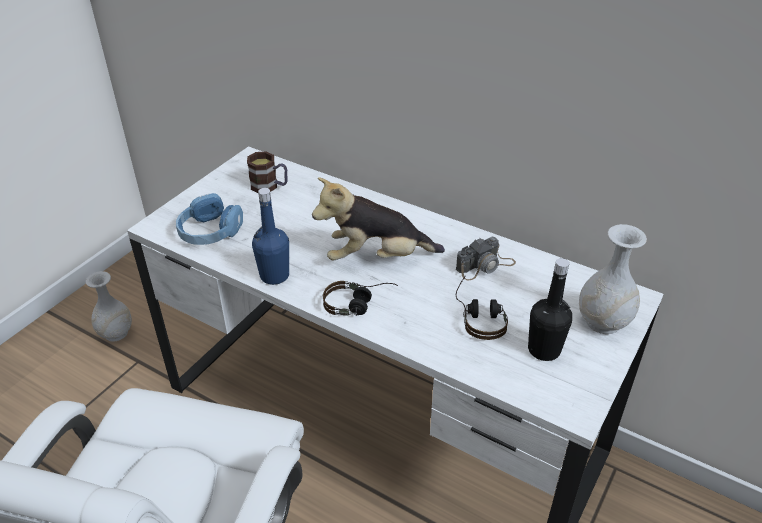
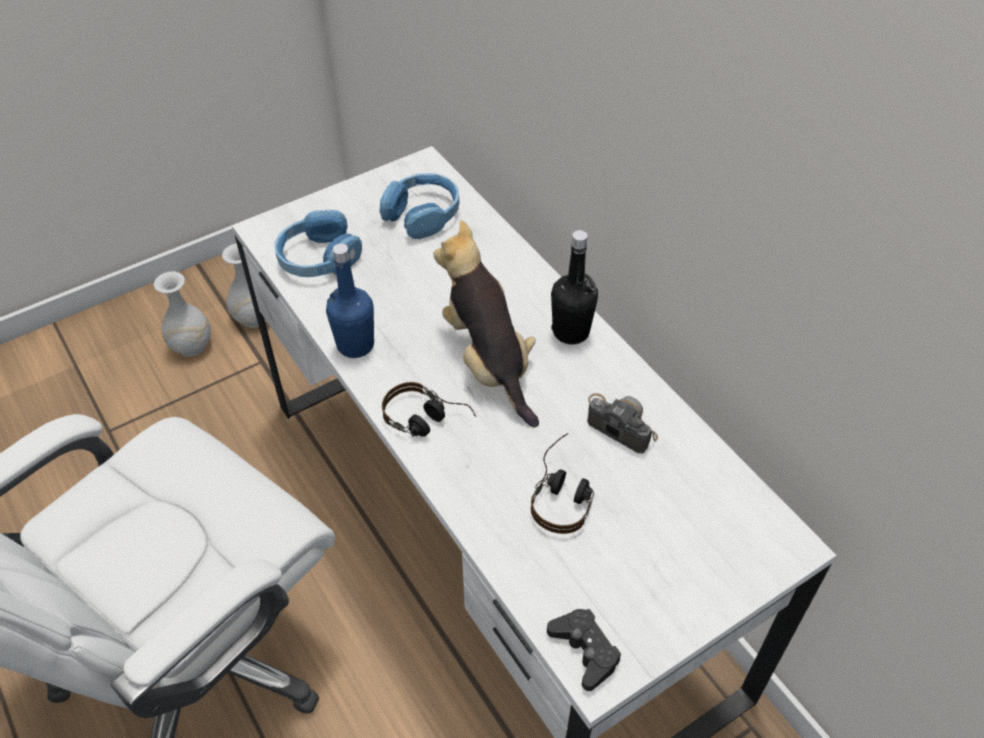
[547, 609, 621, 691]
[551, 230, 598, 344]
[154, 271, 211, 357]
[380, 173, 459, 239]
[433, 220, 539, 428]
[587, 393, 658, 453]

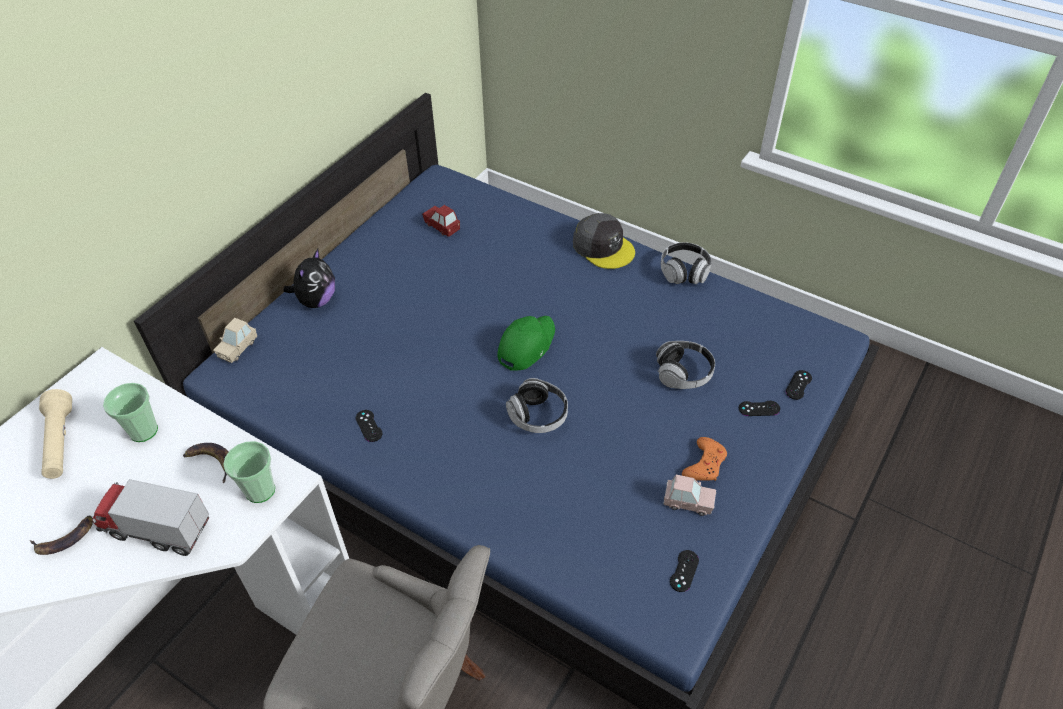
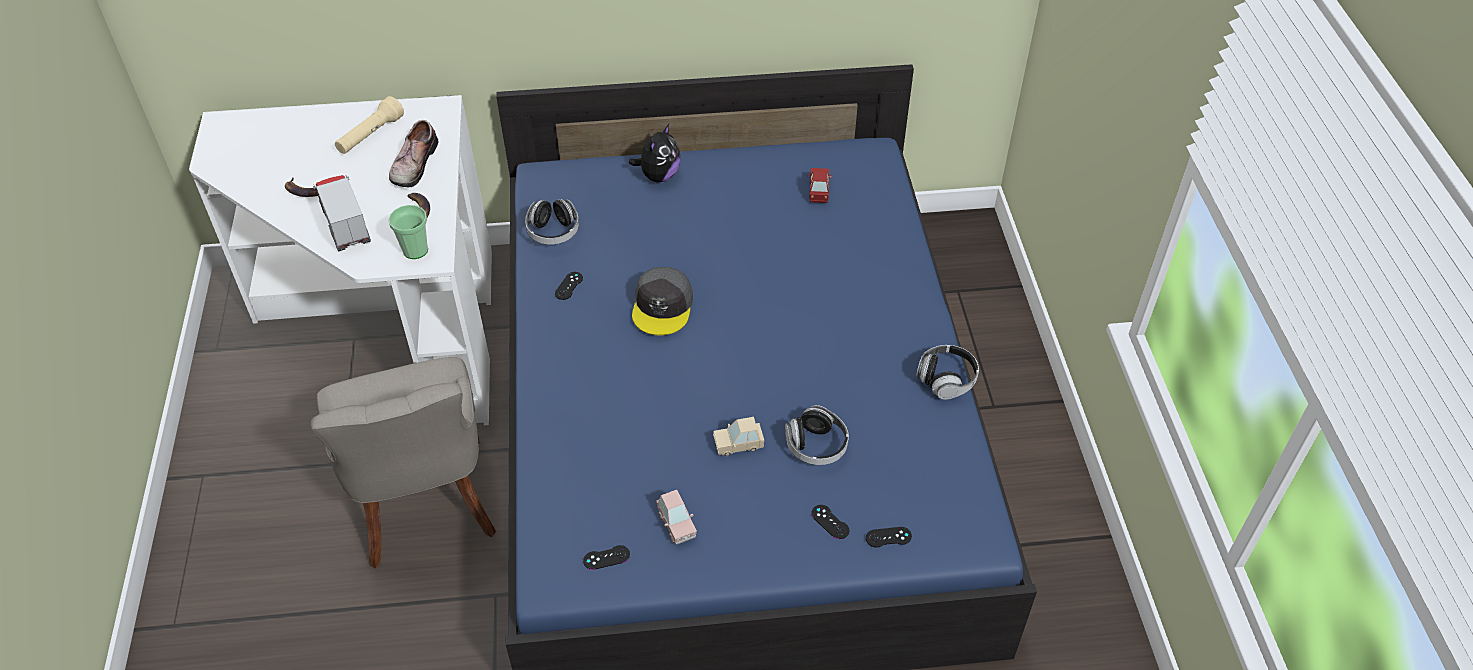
[497, 316, 555, 371] (first image)
[682, 437, 727, 481] (first image)
[713, 417, 764, 456]
[525, 199, 579, 245]
[632, 267, 693, 335]
[389, 120, 438, 187]
[629, 124, 680, 182]

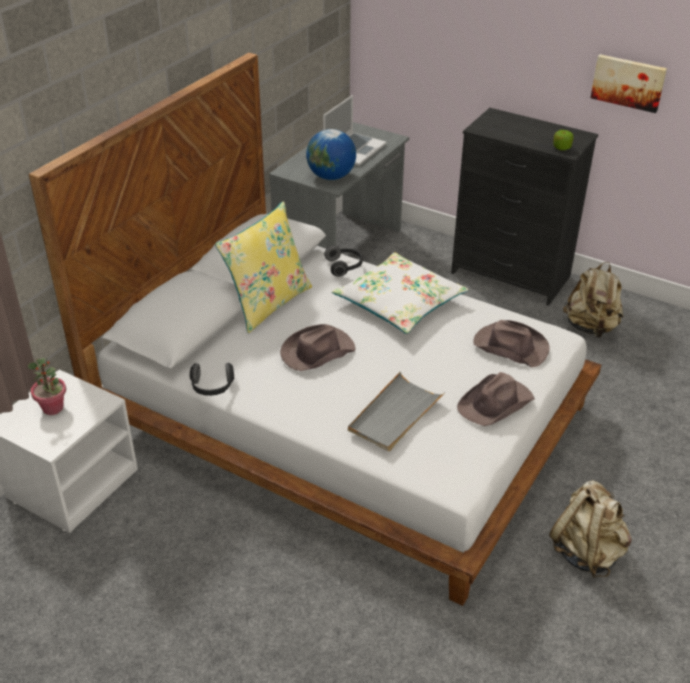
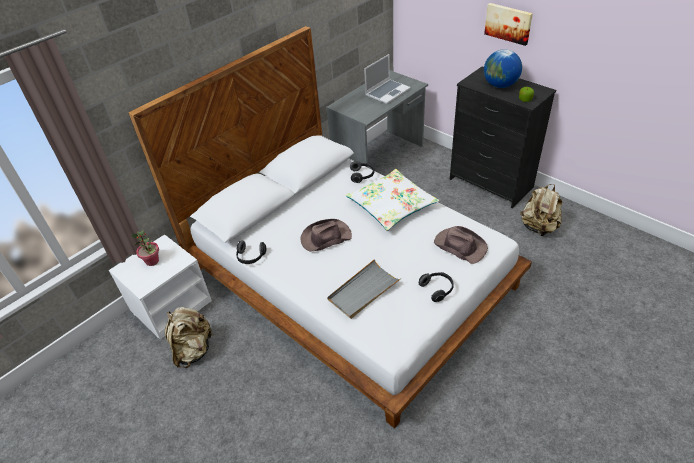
[215, 201, 312, 333] (first image)
[484, 49, 522, 88]
[165, 307, 214, 368]
[484, 3, 533, 46]
[419, 272, 454, 302]

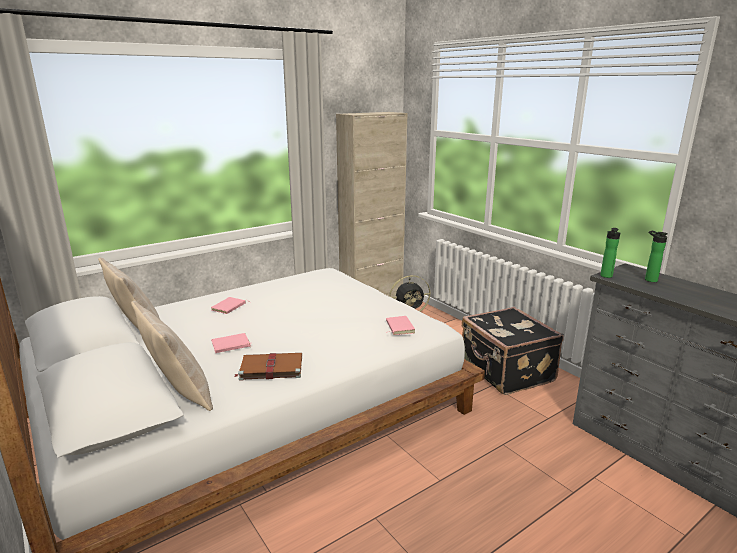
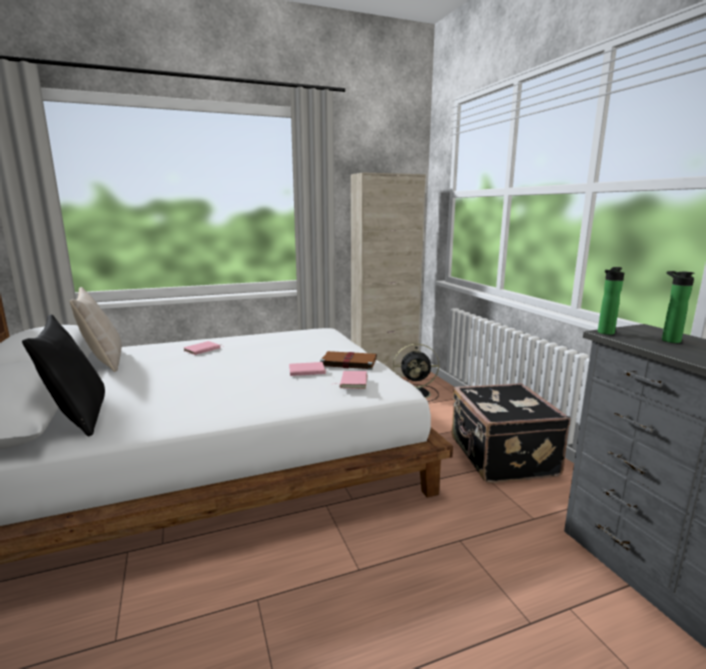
[289, 362, 326, 376]
[320, 351, 377, 370]
[22, 314, 105, 437]

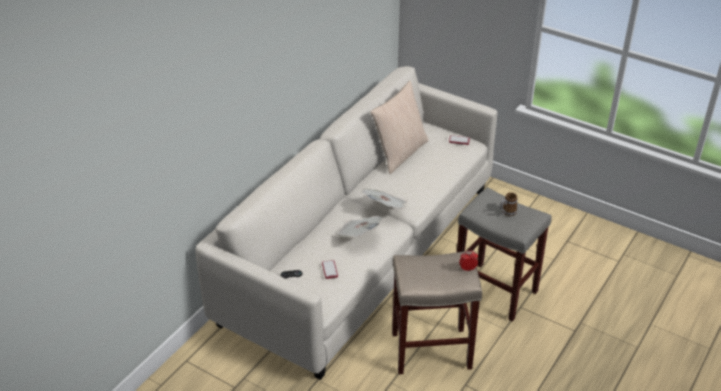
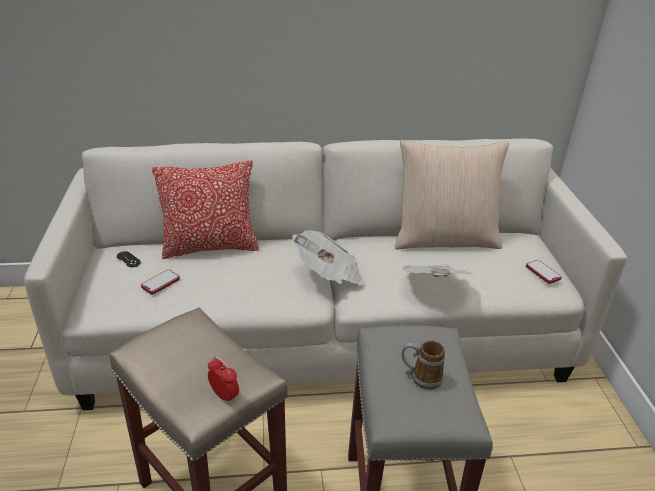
[152, 160, 259, 259]
[402, 264, 473, 277]

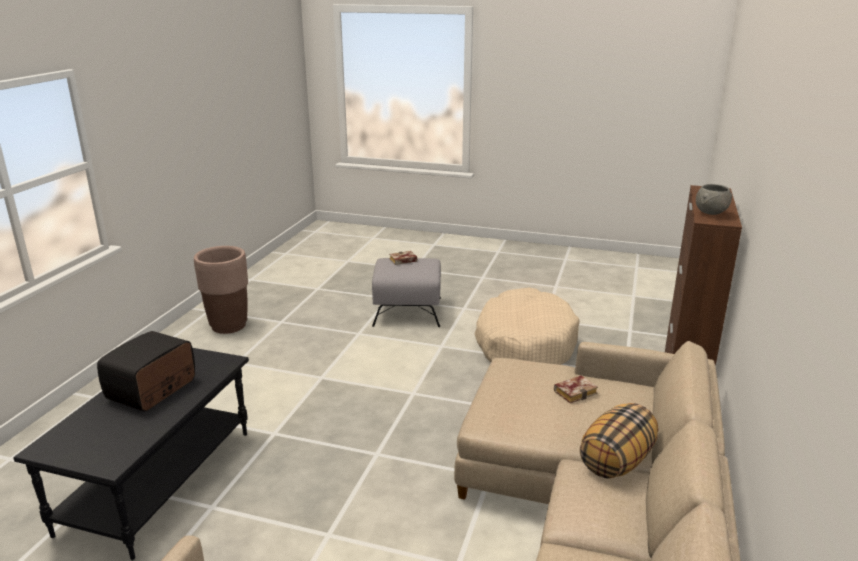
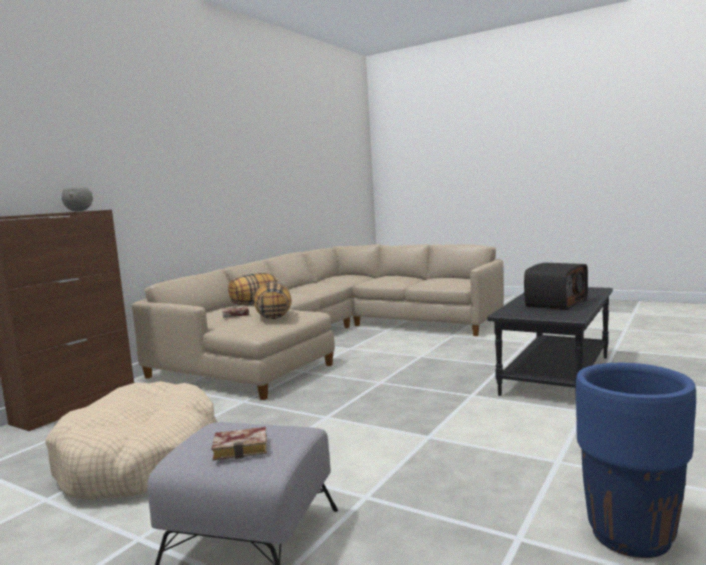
[254, 281, 291, 319]
[576, 363, 696, 558]

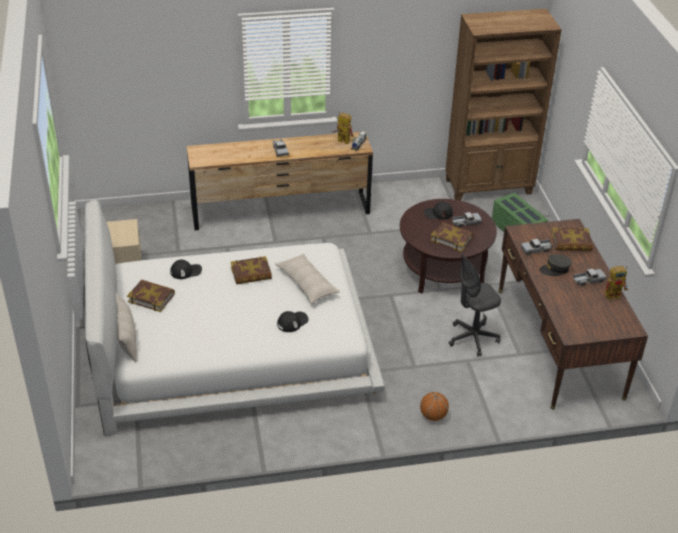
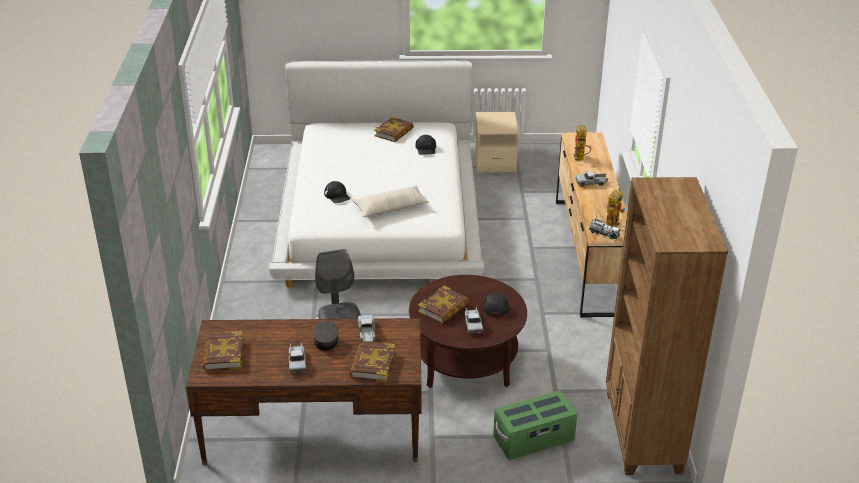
[116, 293, 137, 362] (first image)
[420, 392, 449, 421] (first image)
[203, 331, 243, 371]
[573, 126, 591, 161]

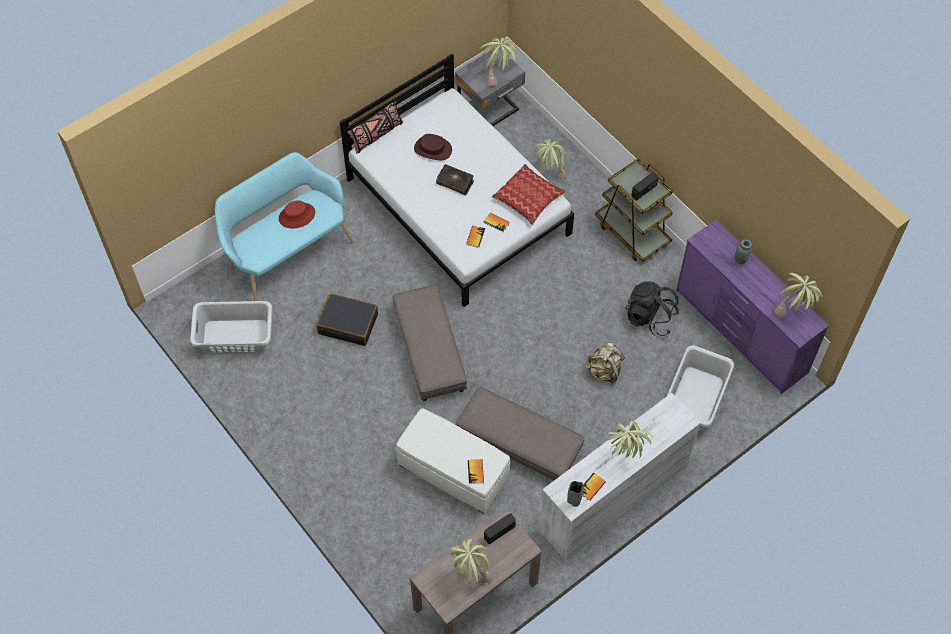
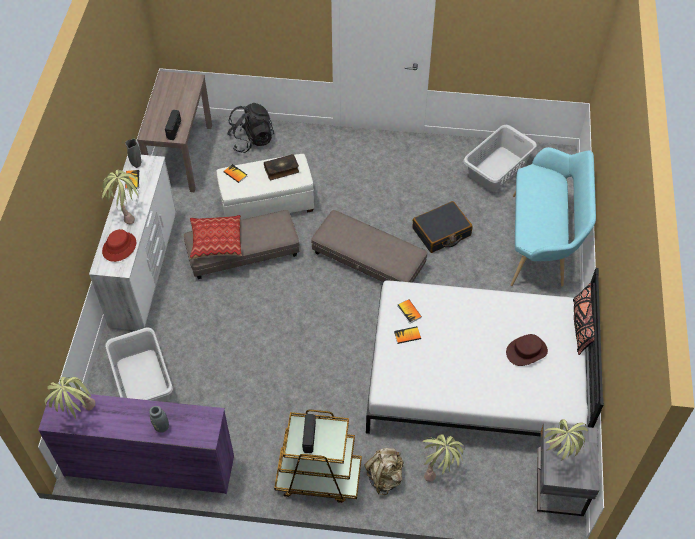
[451, 539, 492, 585] (first image)
[102, 229, 136, 262]
[264, 154, 299, 180]
[189, 215, 242, 260]
[364, 448, 403, 495]
[227, 103, 274, 153]

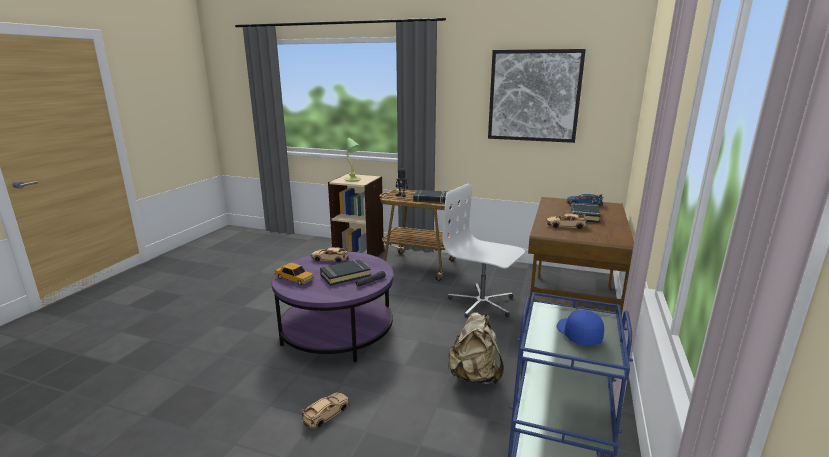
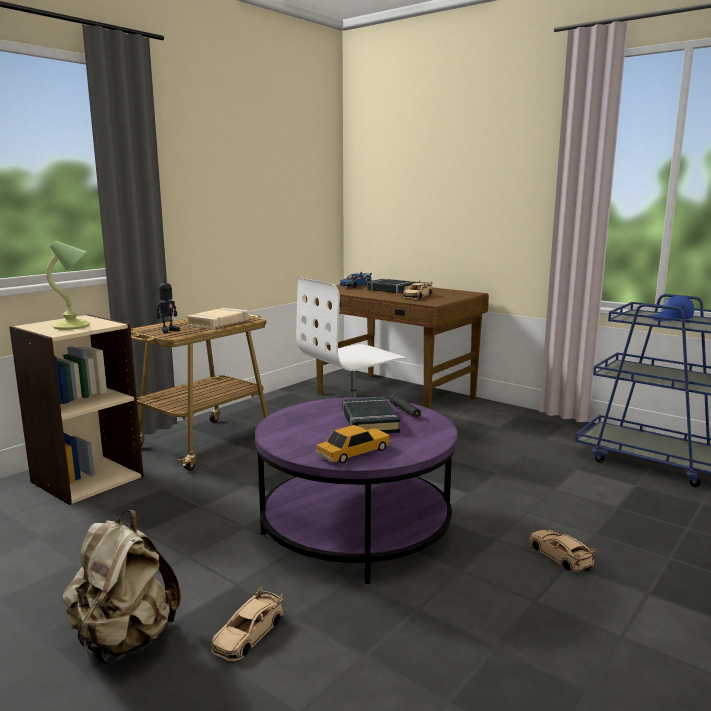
[488, 49, 586, 143] (first image)
[211, 586, 284, 661]
[62, 510, 181, 664]
[186, 308, 249, 329]

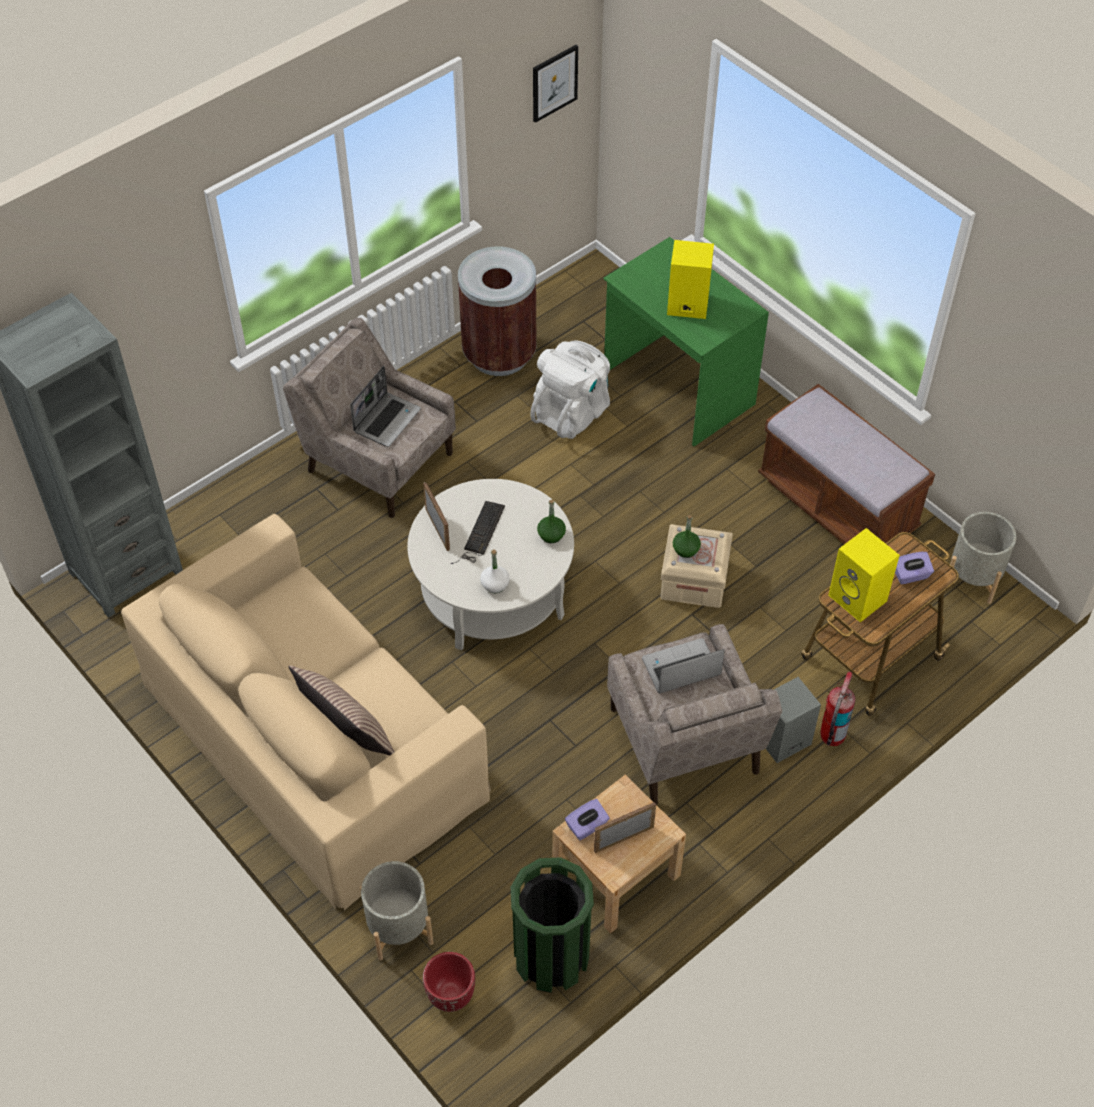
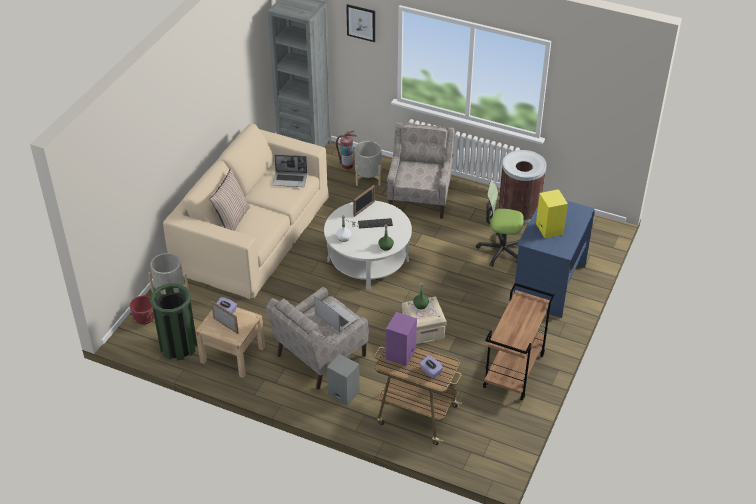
[272, 154, 307, 187]
[346, 4, 375, 42]
[336, 131, 357, 169]
[355, 141, 382, 186]
[476, 181, 524, 267]
[483, 283, 555, 401]
[514, 200, 595, 318]
[386, 312, 417, 366]

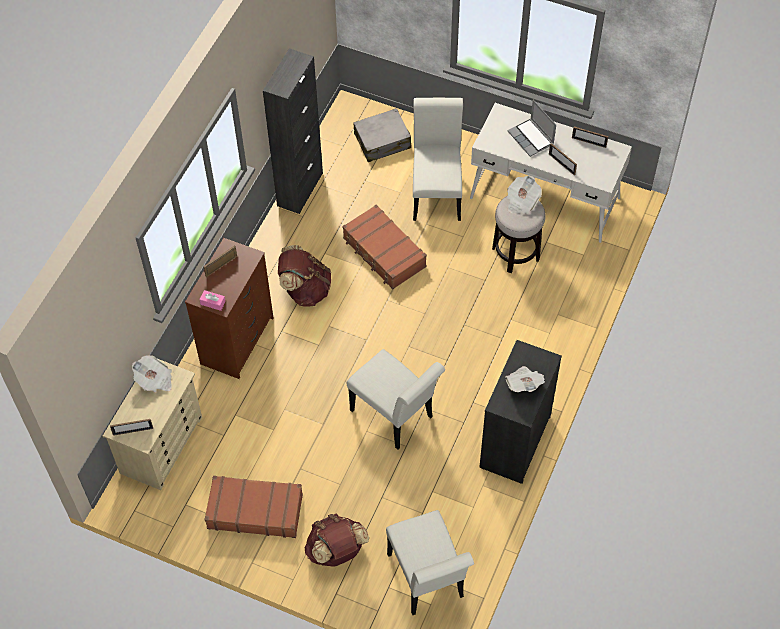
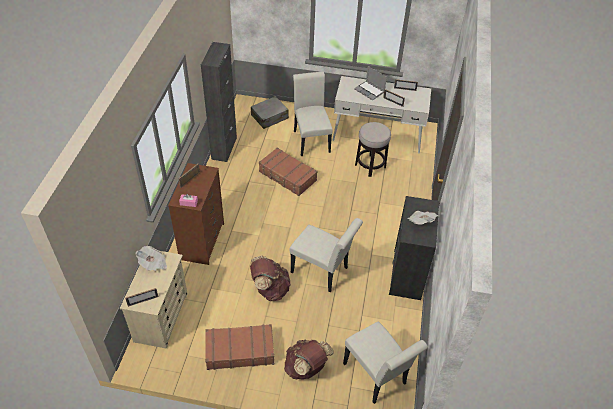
[506, 176, 542, 214] (first image)
[250, 256, 291, 301]

